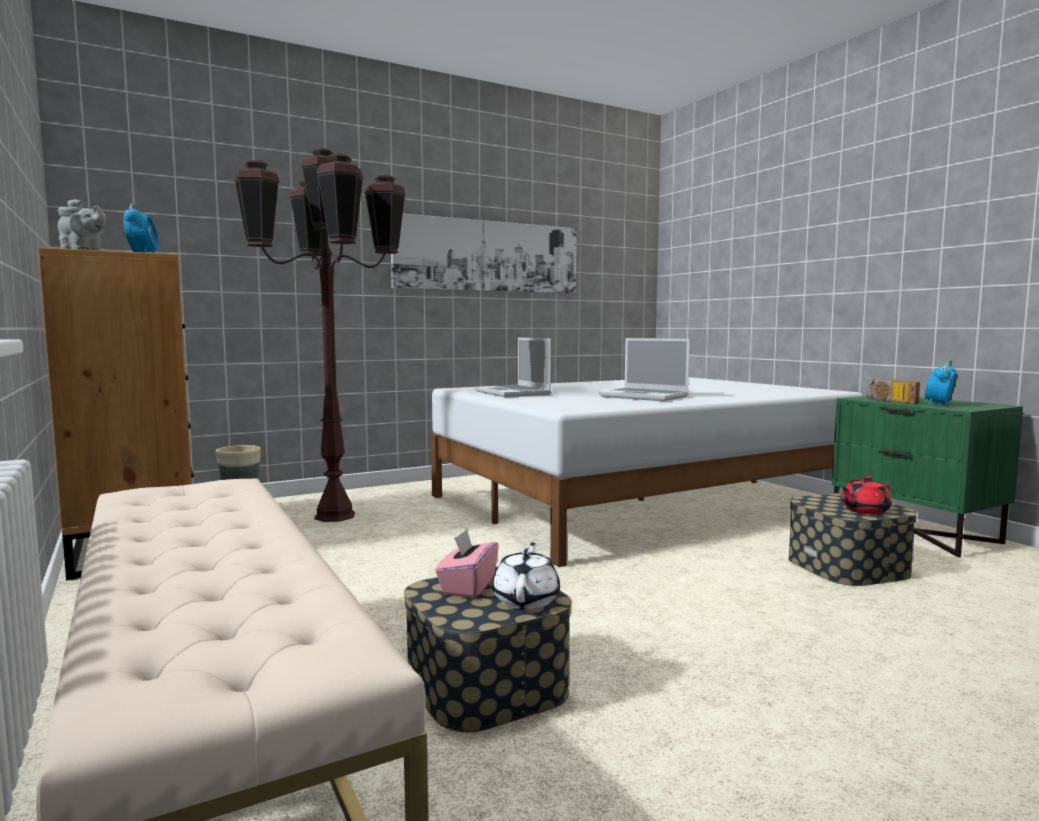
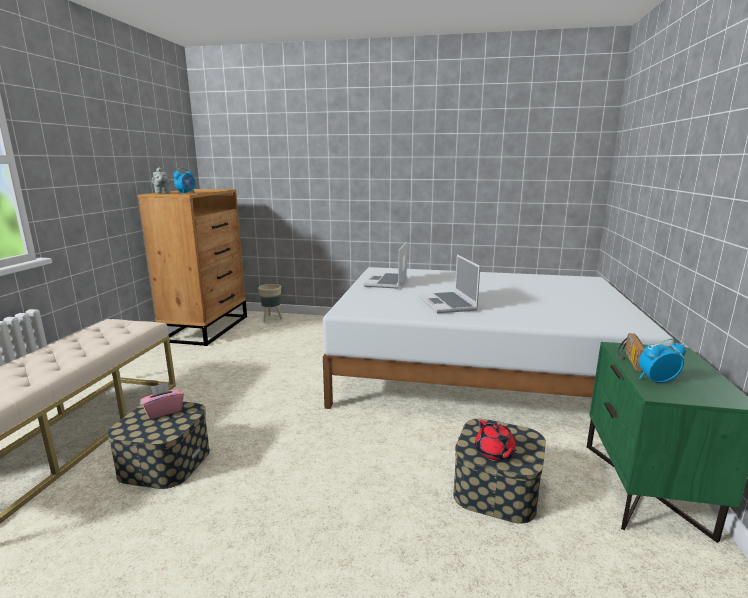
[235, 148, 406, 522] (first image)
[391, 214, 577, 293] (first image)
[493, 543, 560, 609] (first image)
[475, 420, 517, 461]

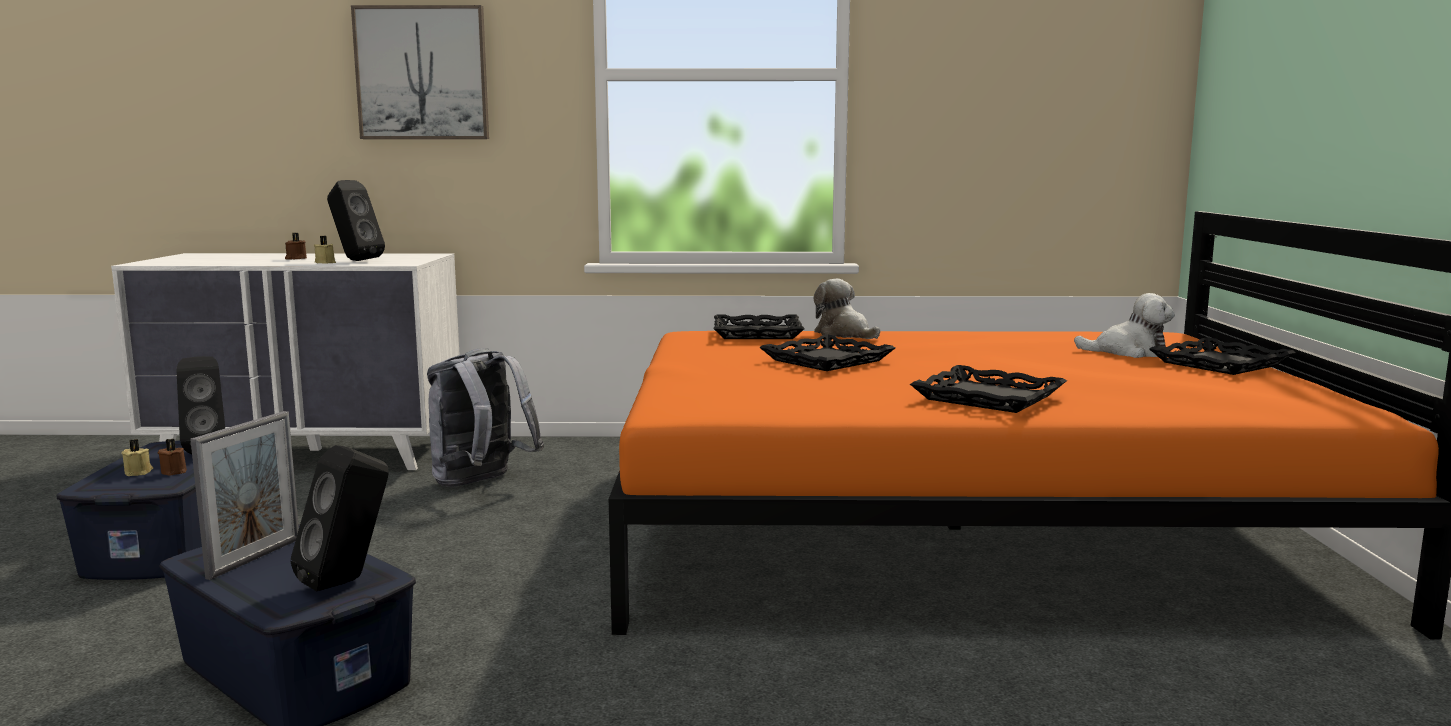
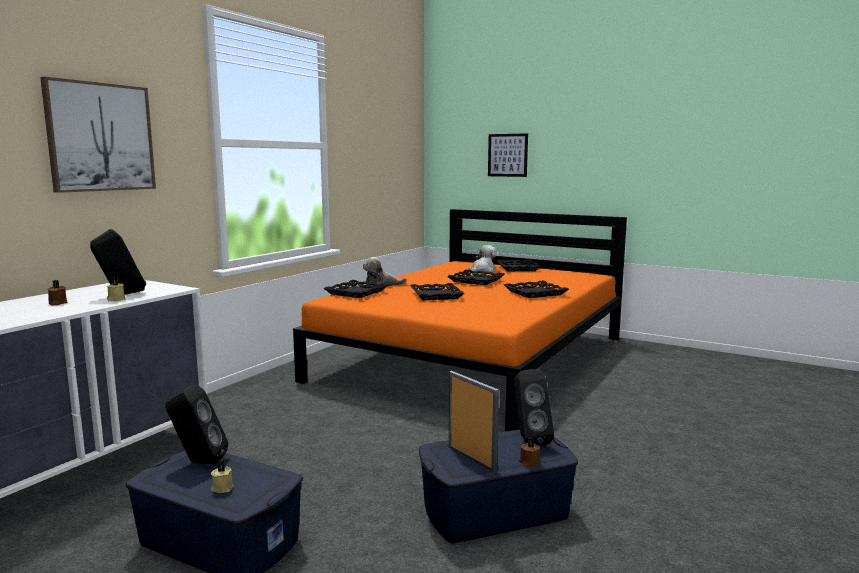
[427, 348, 544, 487] (first image)
[447, 269, 504, 285]
[488, 133, 528, 177]
[519, 438, 540, 467]

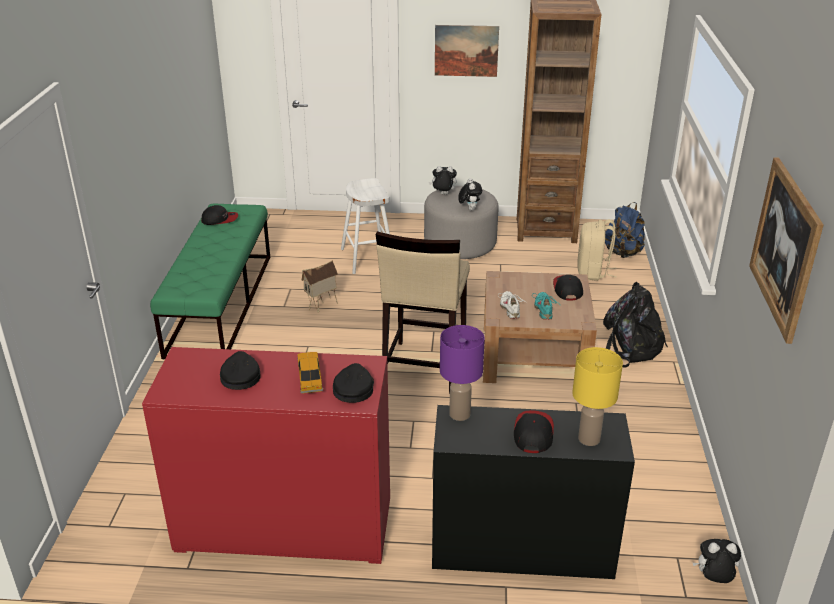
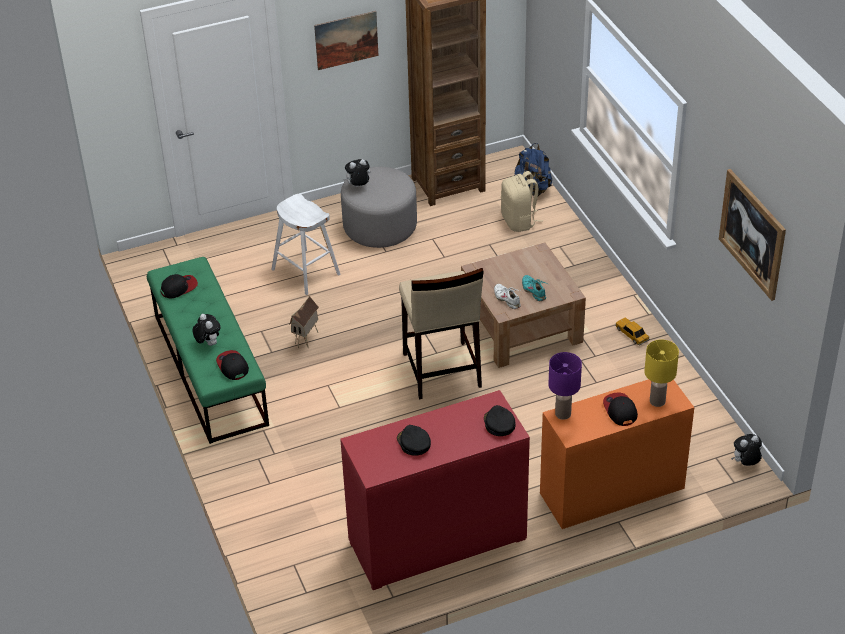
[603, 282, 668, 368] (first image)
[615, 318, 650, 346]
[193, 314, 221, 346]
[216, 350, 249, 380]
[540, 379, 694, 529]

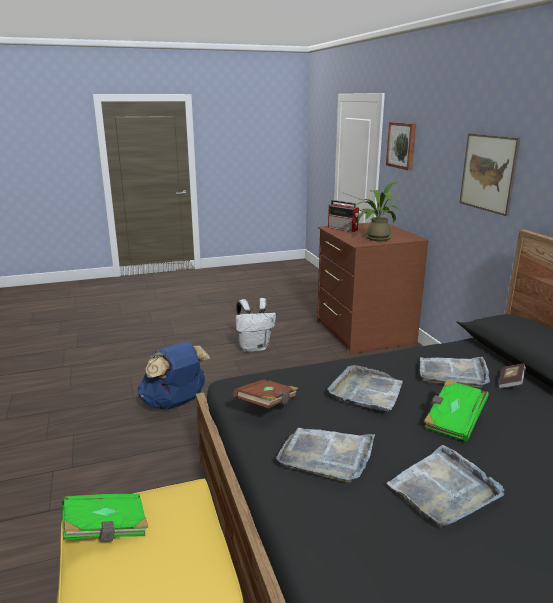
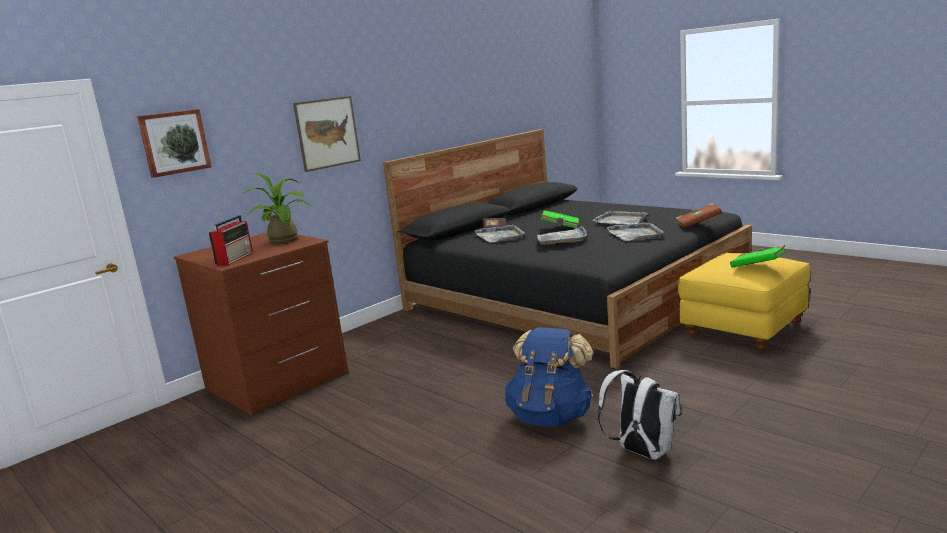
[676, 203, 722, 228]
[598, 370, 682, 460]

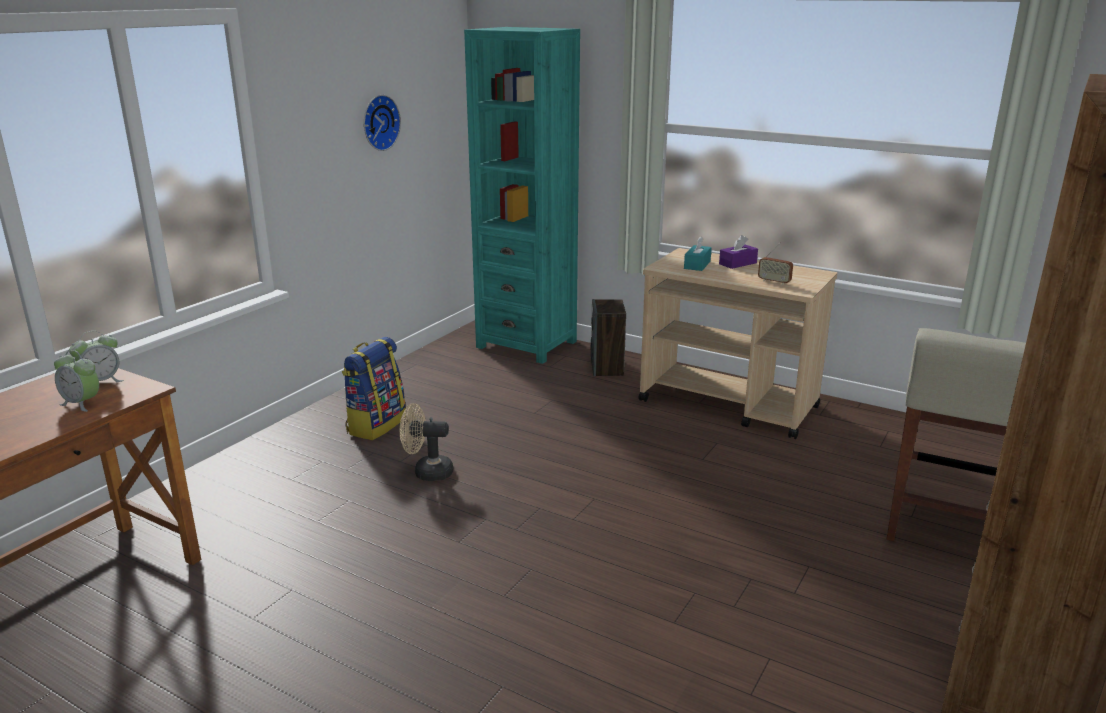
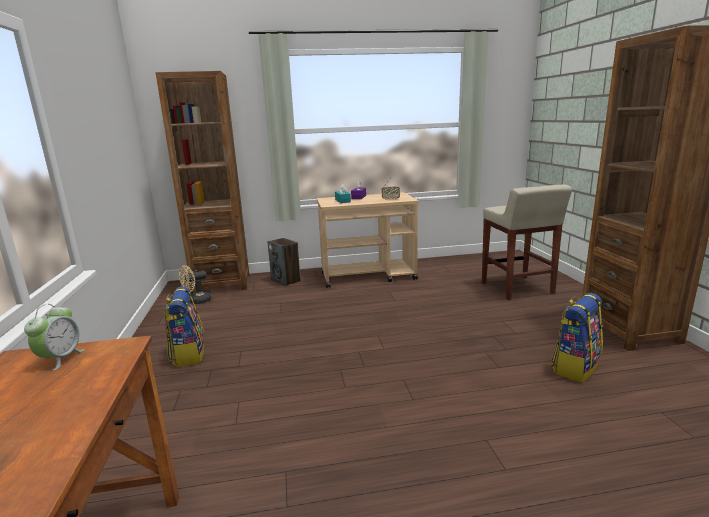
[54, 350, 99, 412] (first image)
[364, 95, 401, 151] (first image)
[551, 293, 603, 383]
[179, 265, 211, 304]
[156, 71, 249, 294]

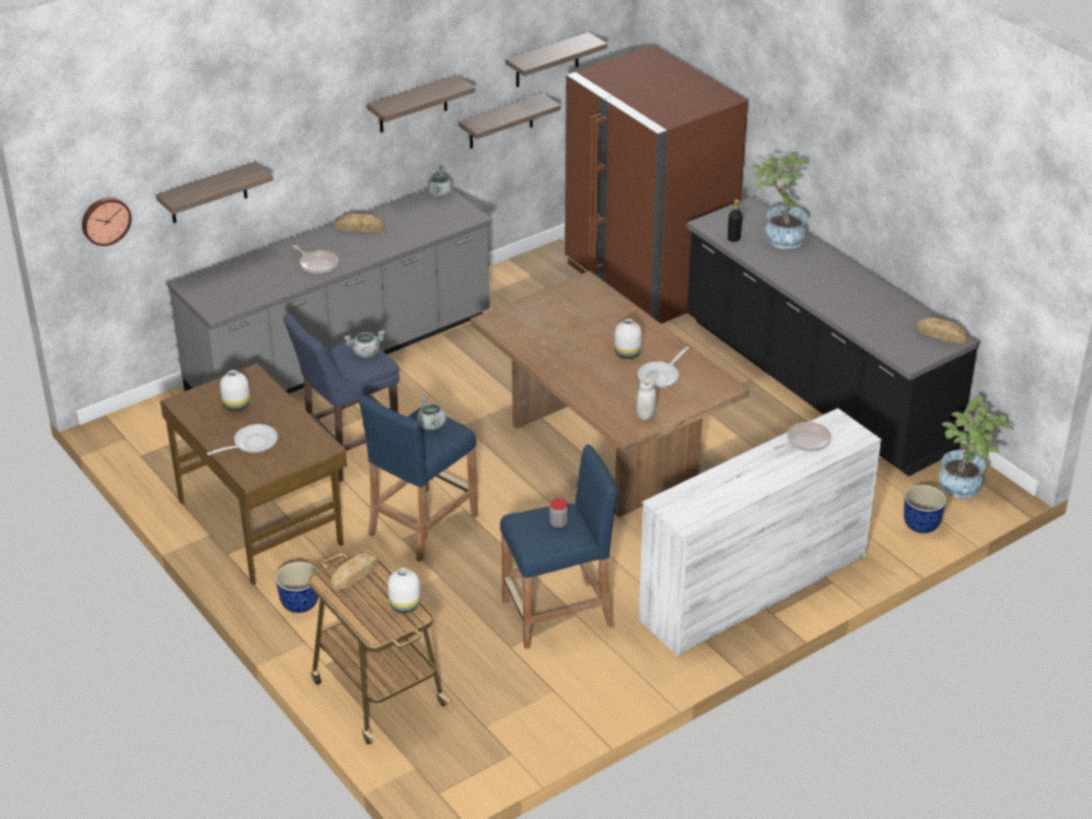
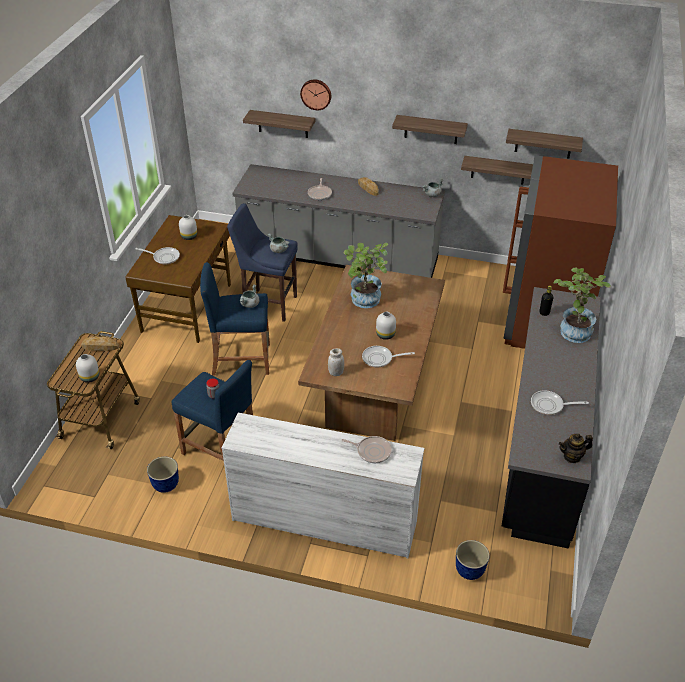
[531, 390, 589, 415]
[300, 79, 331, 110]
[147, 457, 179, 493]
[344, 243, 388, 308]
[559, 434, 593, 463]

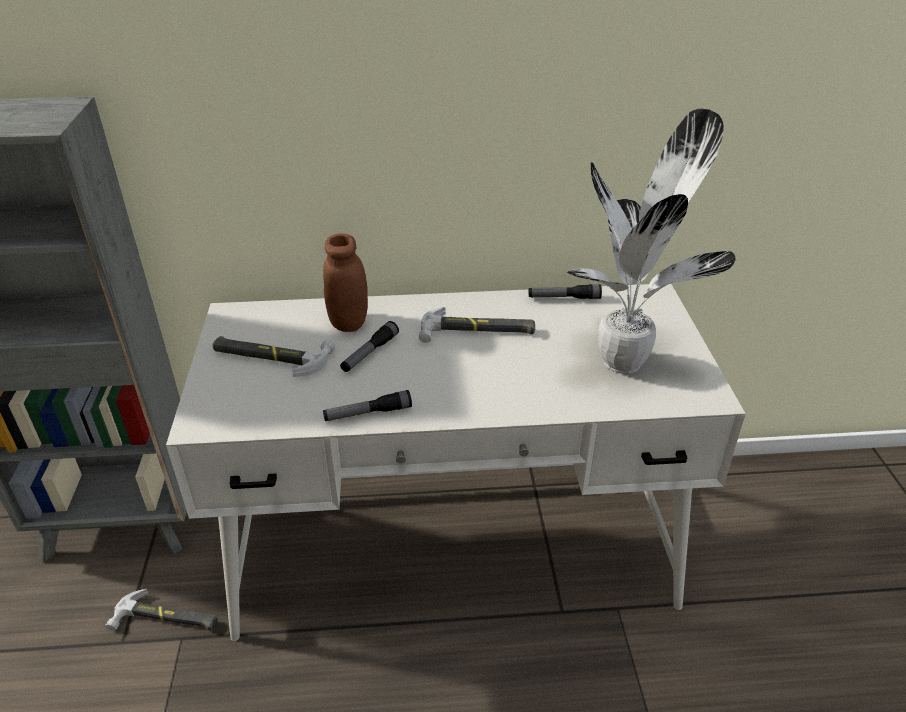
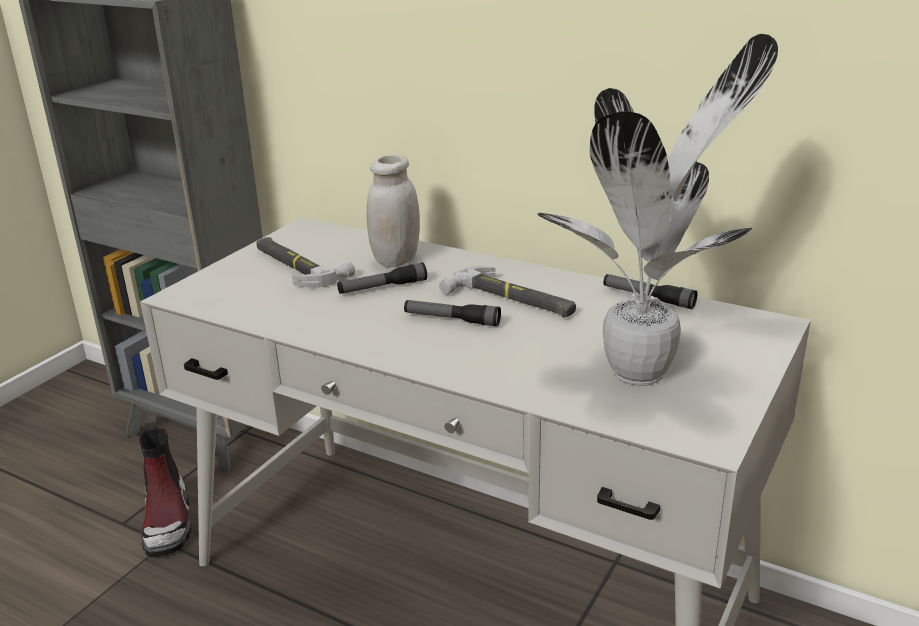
[404, 300, 501, 327]
[139, 415, 192, 557]
[367, 155, 420, 267]

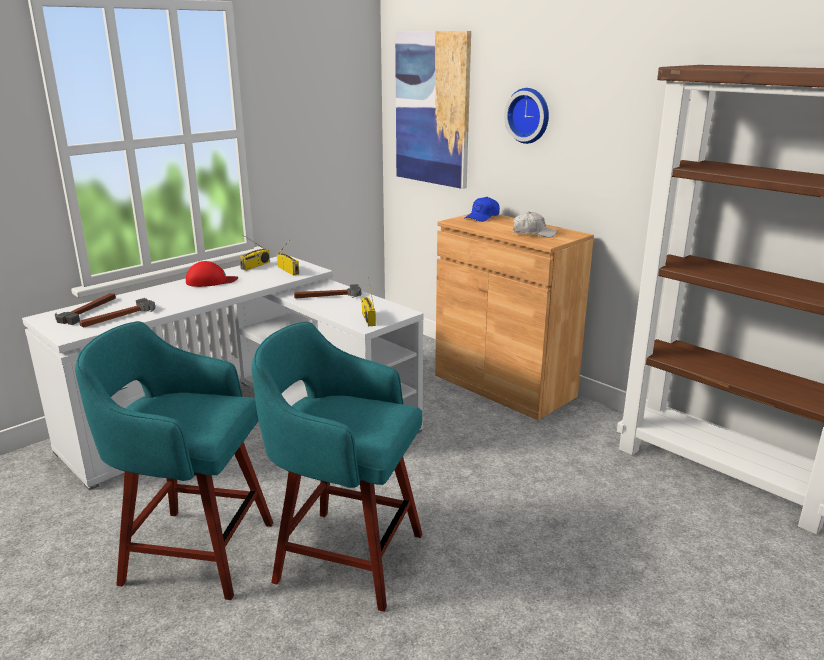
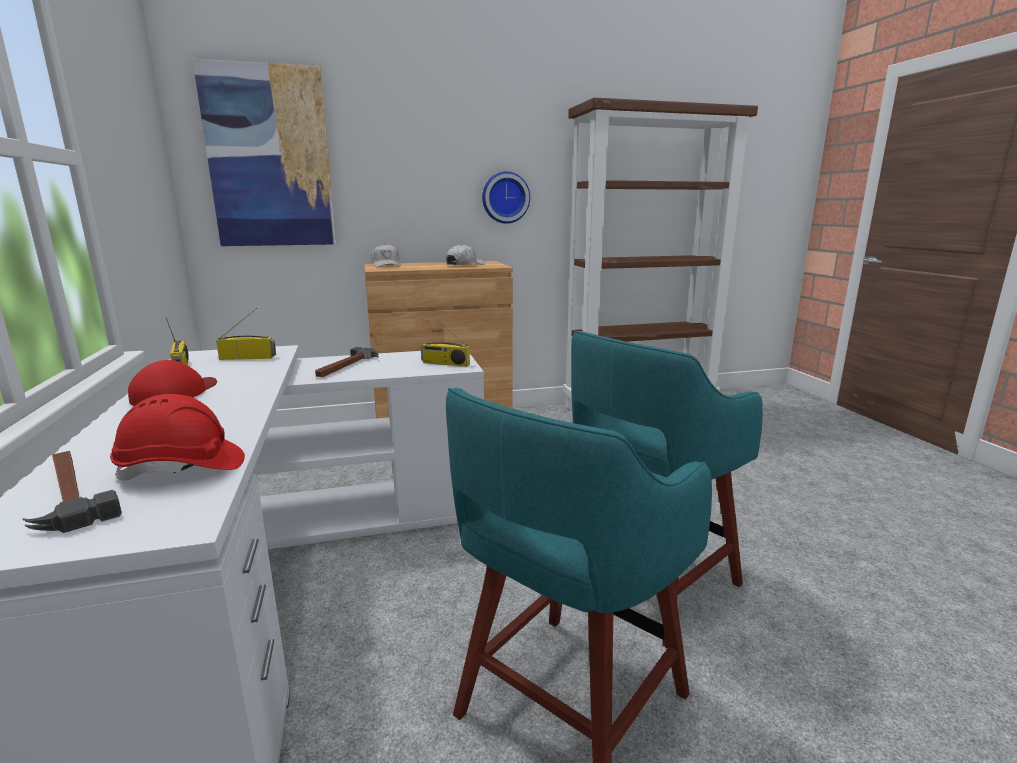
[482, 171, 530, 224]
[110, 394, 245, 481]
[372, 244, 401, 267]

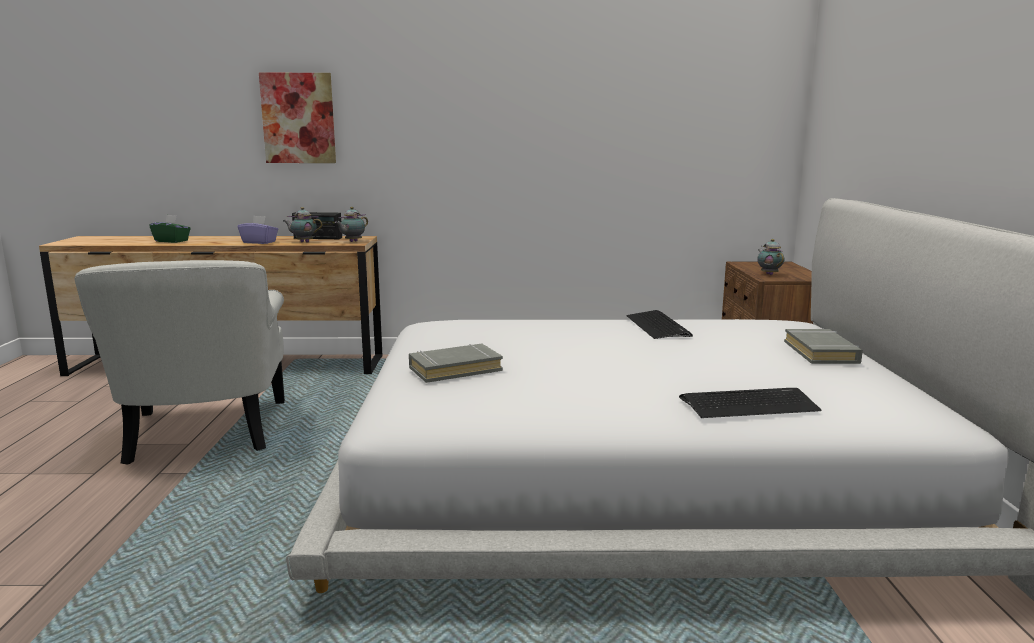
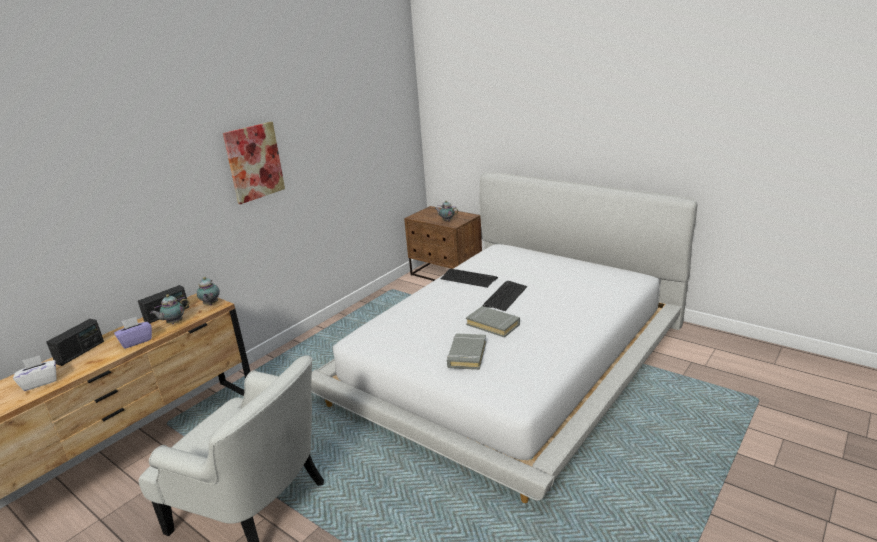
[46, 319, 104, 366]
[223, 122, 285, 204]
[483, 281, 527, 311]
[466, 306, 520, 338]
[13, 355, 57, 391]

